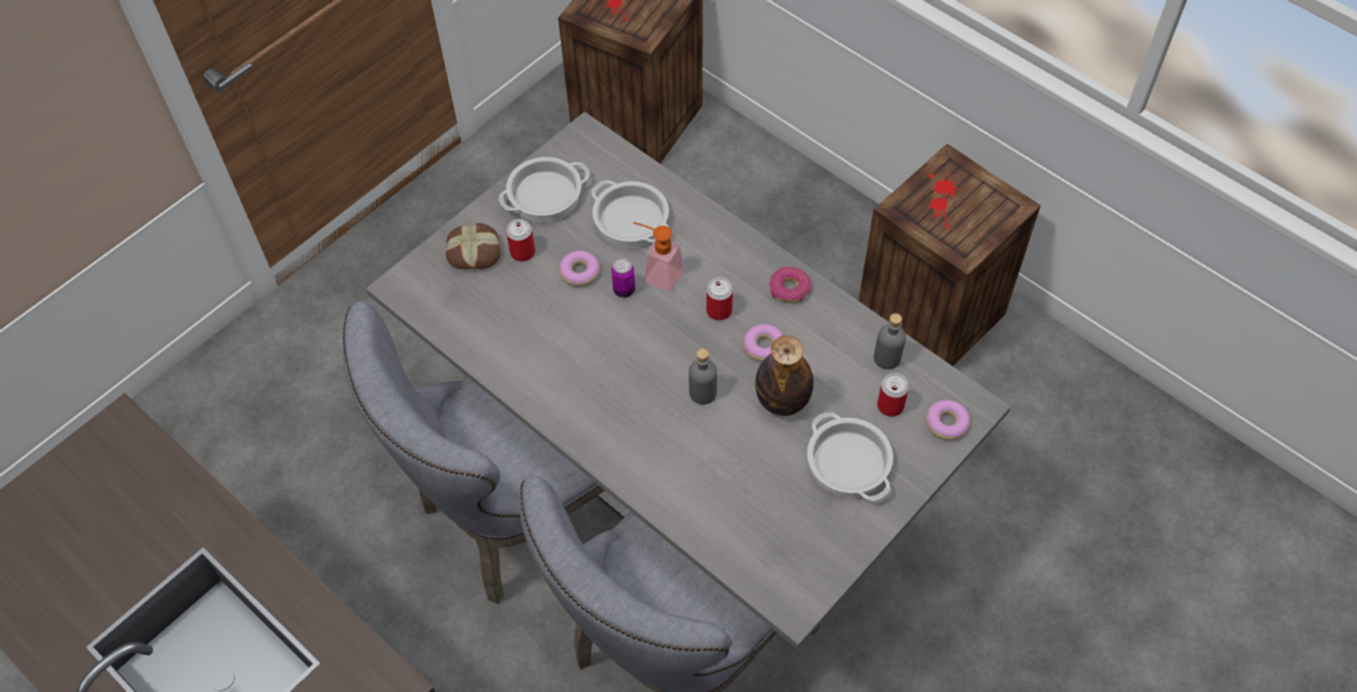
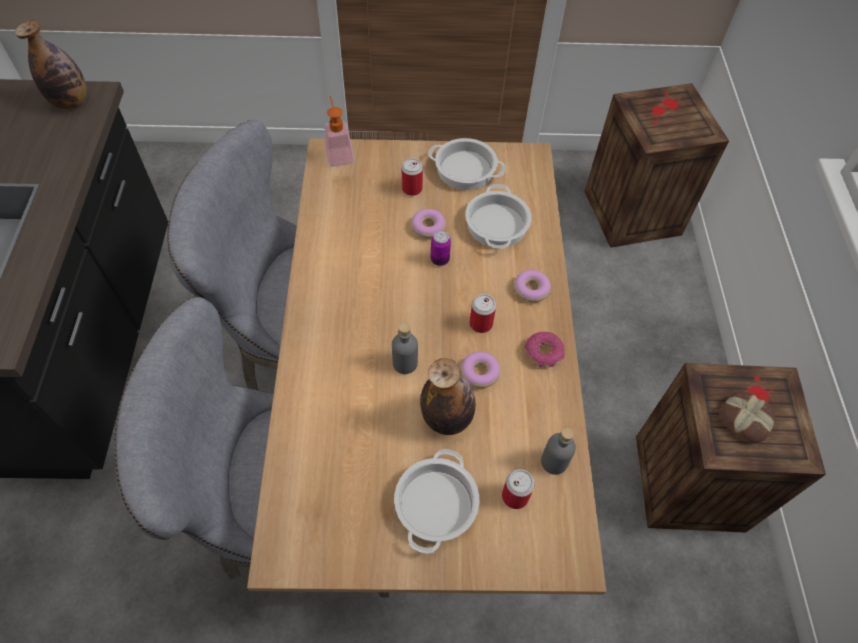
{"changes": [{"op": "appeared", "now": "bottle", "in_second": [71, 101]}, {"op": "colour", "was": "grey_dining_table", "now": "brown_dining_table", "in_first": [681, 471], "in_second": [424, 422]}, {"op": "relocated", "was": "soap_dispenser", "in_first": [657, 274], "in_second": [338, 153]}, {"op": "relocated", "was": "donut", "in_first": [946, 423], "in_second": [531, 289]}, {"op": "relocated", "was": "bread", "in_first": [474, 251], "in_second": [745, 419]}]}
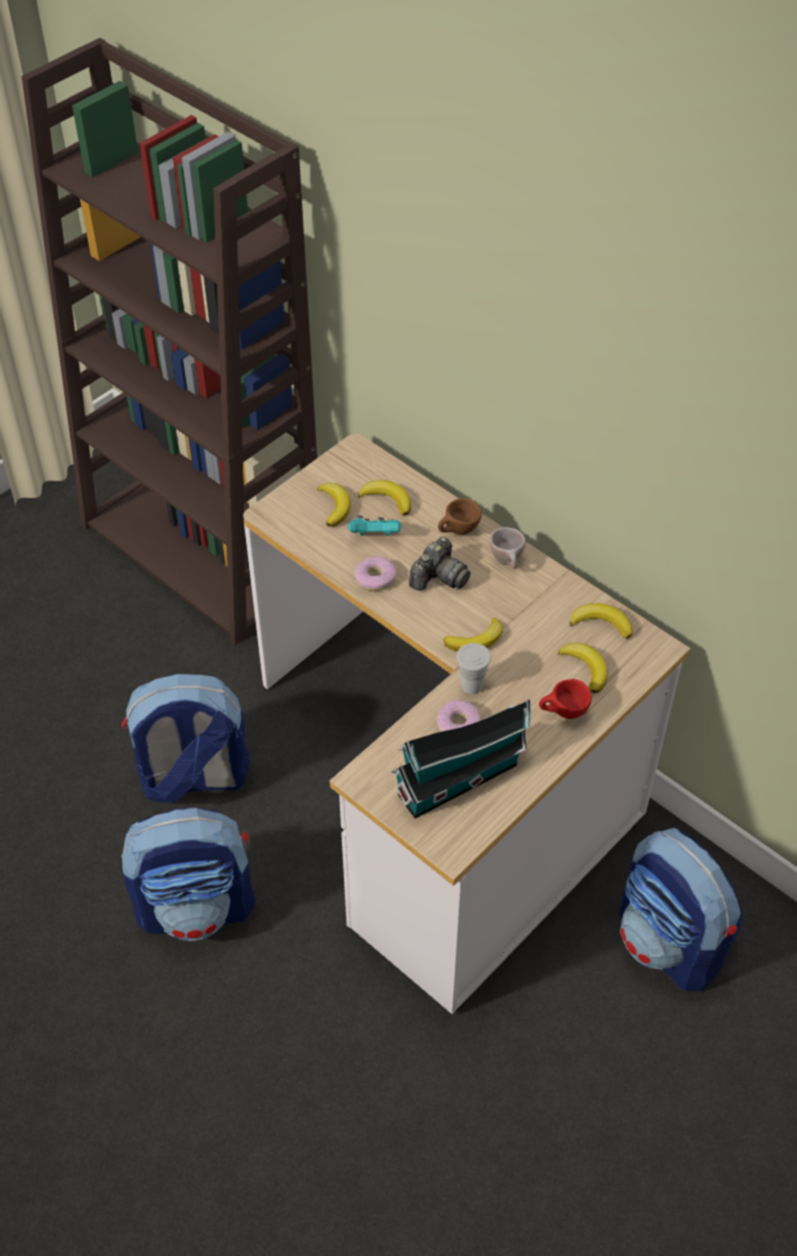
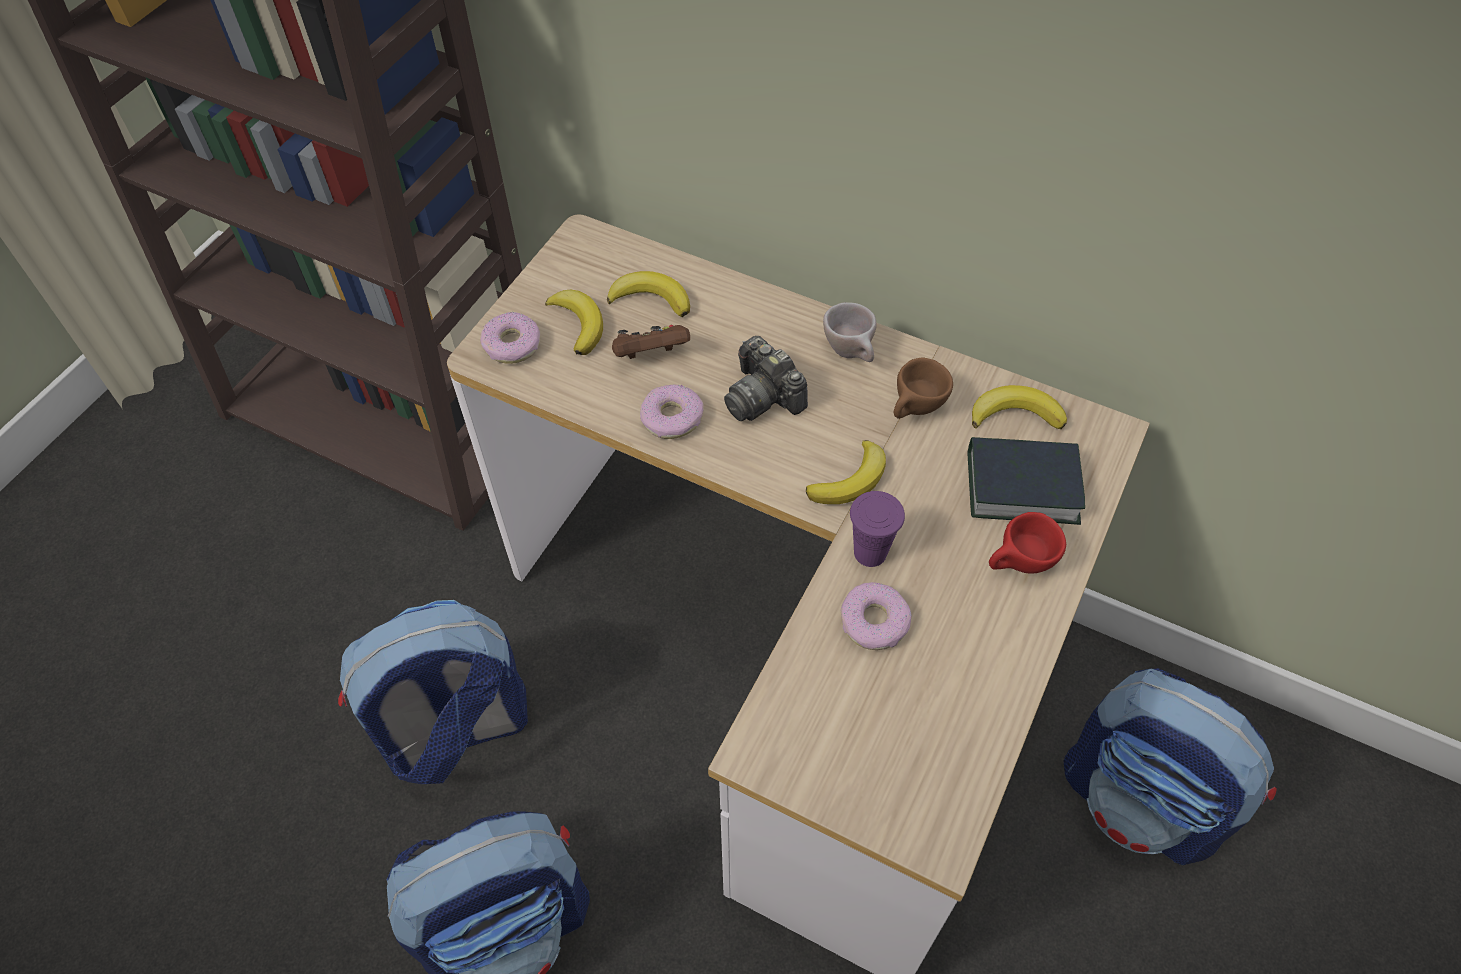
{"changes": [{"op": "appeared", "now": "donut", "in_second": [512, 345]}, {"op": "colour", "was": "turquoise_game_controller", "now": "brown_game_controller", "in_first": [375, 536], "in_second": [650, 355]}, {"op": "spun", "was": "photo_camera", "in_first": [439, 577], "in_second": [763, 396], "clockwise": 120}, {"op": "colour", "was": "white_cup", "now": "purple_cup", "in_first": [472, 685], "in_second": [870, 552]}, {"op": "relocated", "was": "brown_cup", "in_first": [458, 532], "in_second": [915, 411]}, {"op": "exchanged", "was": "banana", "now": "book", "in_first": [586, 668], "in_second": [1021, 487]}, {"op": "missing", "was": "toy_house", "in_first": [462, 778]}]}
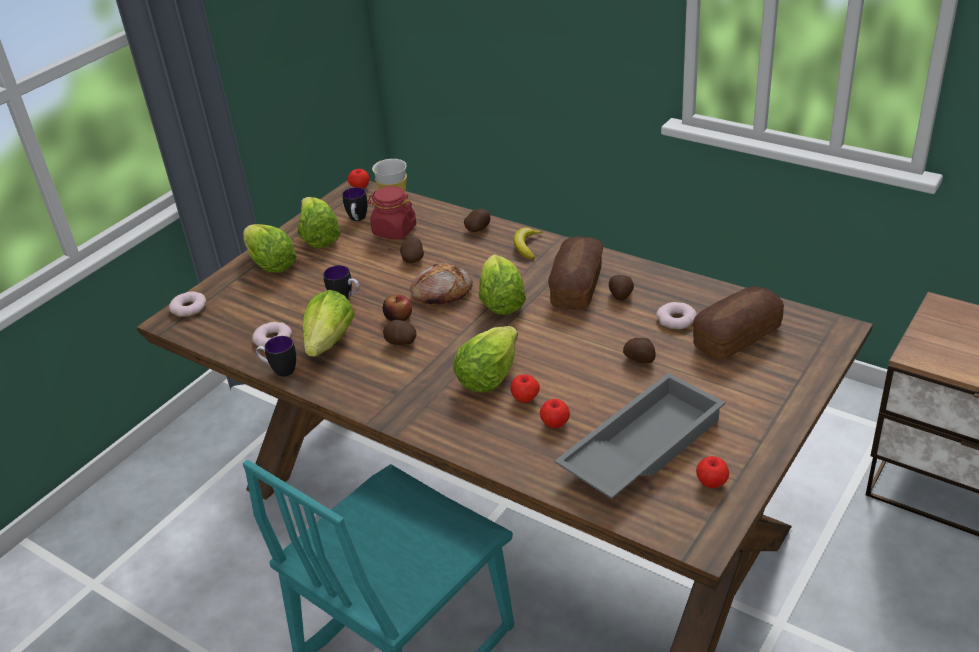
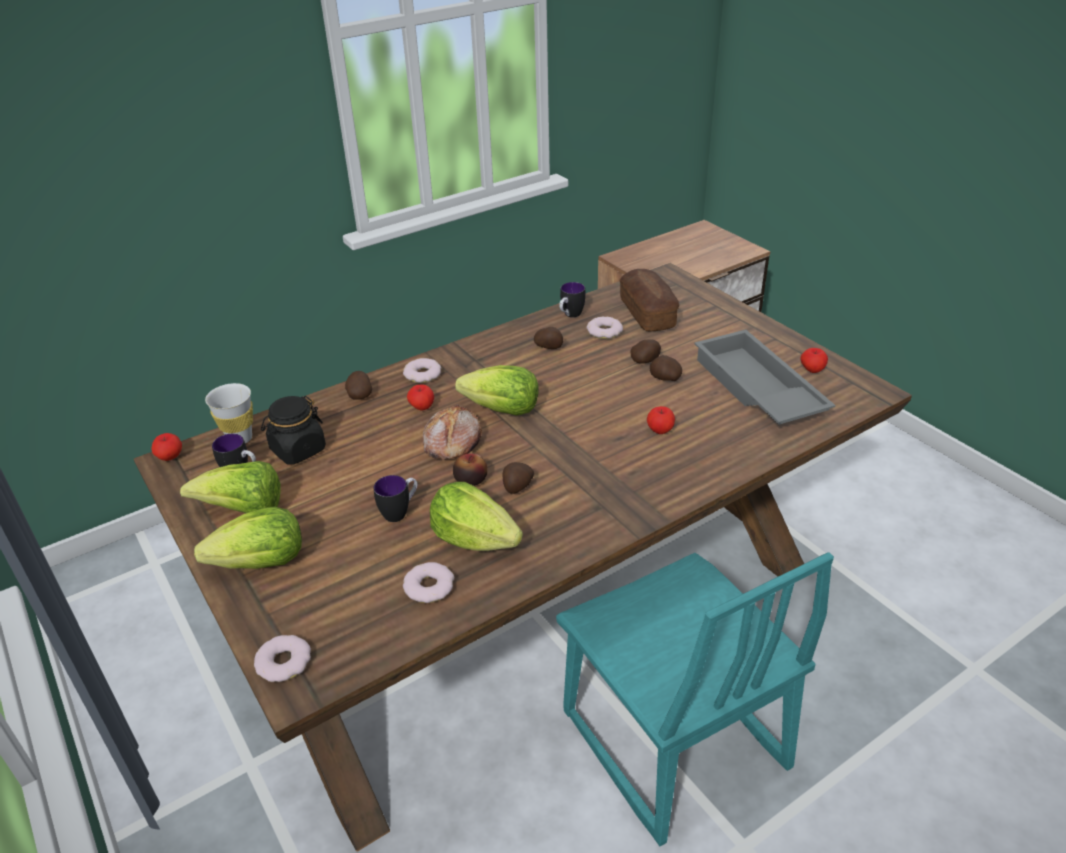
{"changes": [{"op": "colour", "was": "red_jar", "now": "black_jar", "in_first": [394, 230], "in_second": [298, 450]}, {"op": "exchanged", "was": "banana", "now": "donut", "in_first": [527, 246], "in_second": [423, 374]}, {"op": "relocated", "was": "apple", "in_first": [555, 423], "in_second": [422, 407]}, {"op": "relocated", "was": "mug", "in_first": [280, 370], "in_second": [570, 316]}, {"op": "relocated", "was": "potato", "in_first": [413, 259], "in_second": [665, 378]}, {"op": "missing", "was": "lettuce", "in_first": [488, 377]}, {"op": "missing", "was": "bread", "in_first": [576, 287]}]}
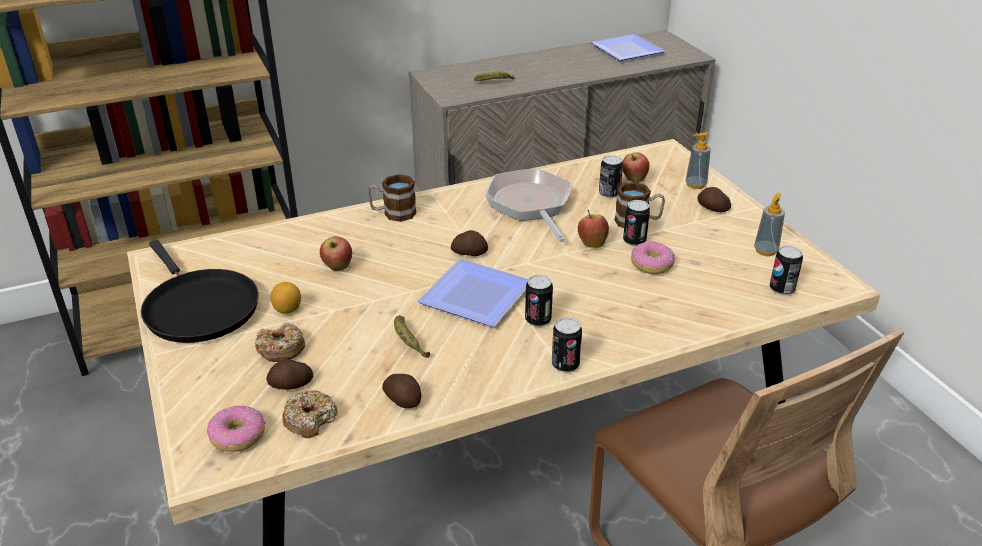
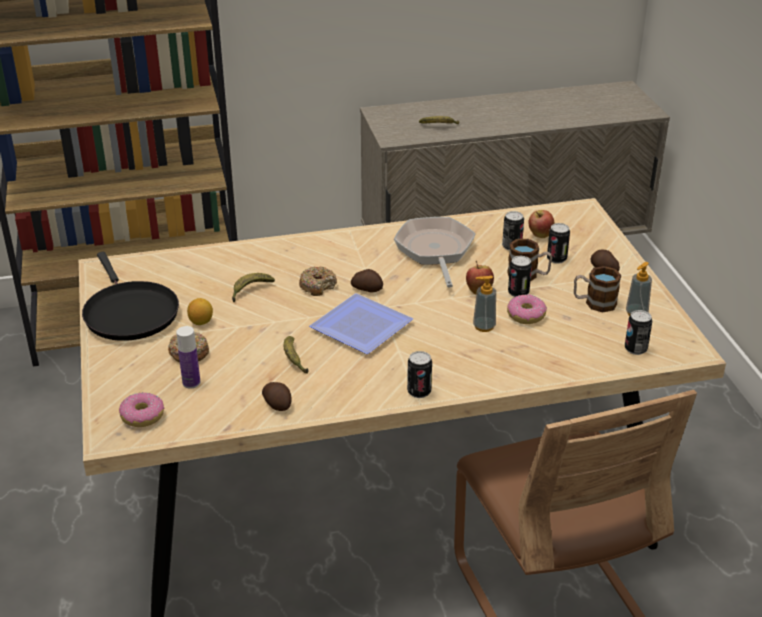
{"changes": [{"op": "exchanged", "was": "potato", "now": "bottle", "in_first": [291, 385], "in_second": [191, 383]}, {"op": "exchanged", "was": "apple", "now": "banana", "in_first": [337, 267], "in_second": [250, 290]}, {"op": "relocated", "was": "donut", "in_first": [310, 420], "in_second": [317, 286]}, {"op": "relocated", "was": "soap_dispenser", "in_first": [695, 184], "in_second": [484, 326]}, {"op": "relocated", "was": "can", "in_first": [538, 320], "in_second": [556, 259]}, {"op": "relocated", "was": "mug", "in_first": [393, 213], "in_second": [594, 303]}, {"op": "missing", "was": "plate", "in_first": [627, 50]}]}
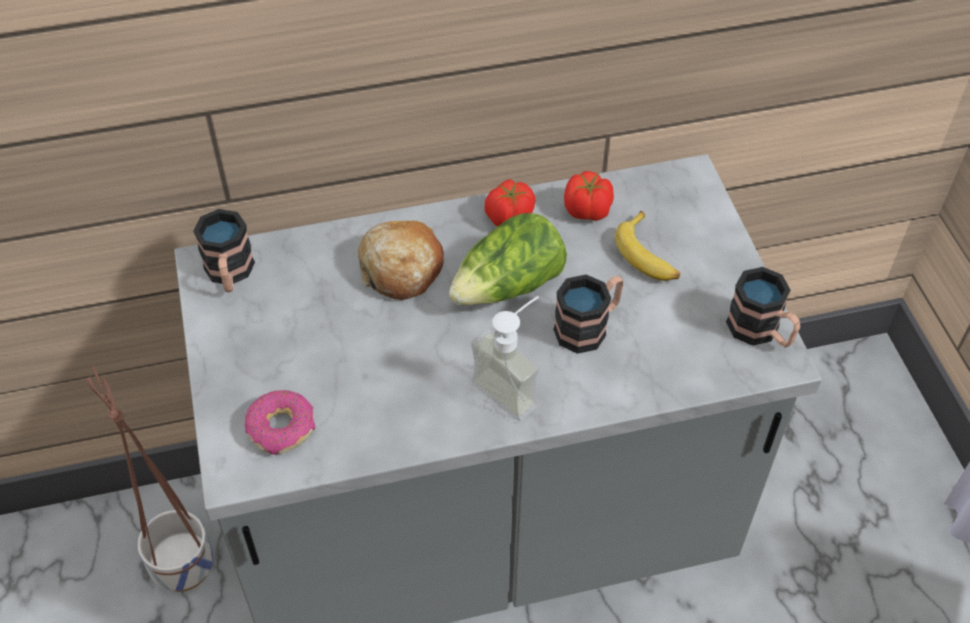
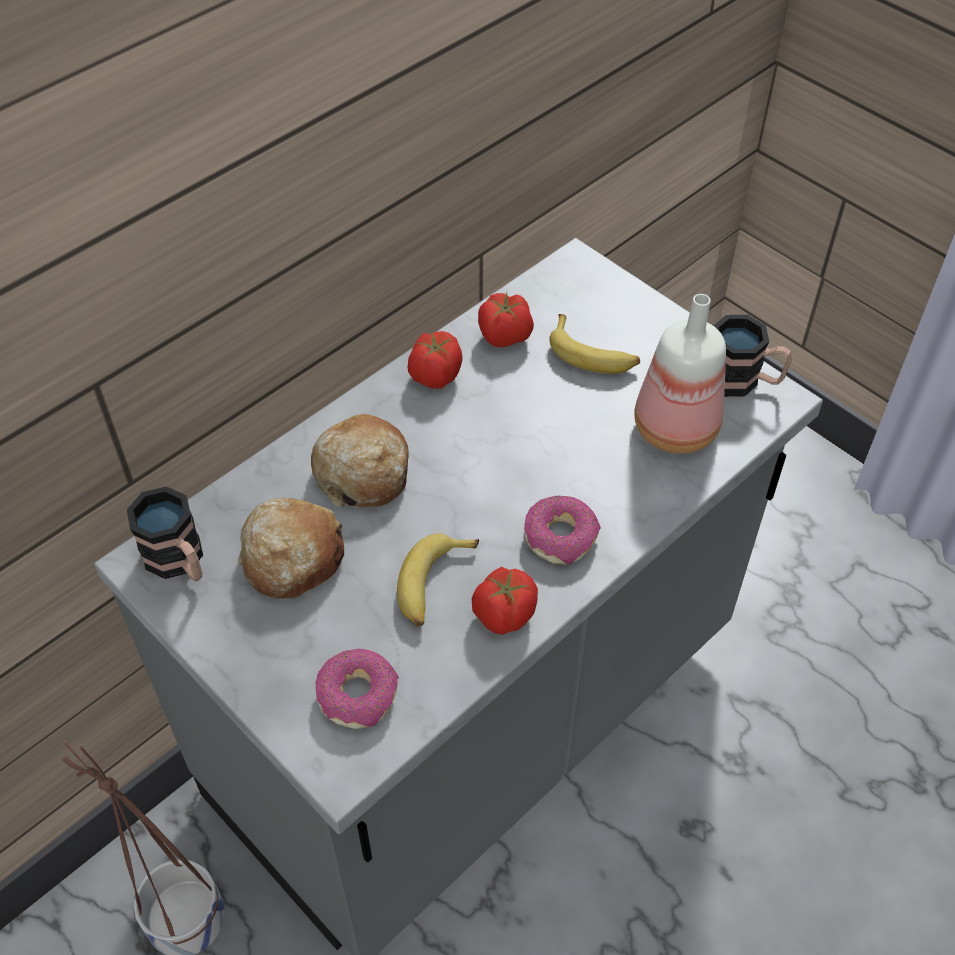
{"changes": [{"op": "appeared", "now": "bread", "in_second": [292, 558]}, {"op": "appeared", "now": "banana", "in_second": [433, 585]}, {"op": "appeared", "now": "tomato", "in_second": [503, 614]}, {"op": "exchanged", "was": "soap_dispenser", "now": "donut", "in_first": [514, 386], "in_second": [560, 537]}, {"op": "appeared", "now": "bottle", "in_second": [672, 428]}, {"op": "missing", "was": "lettuce", "in_first": [509, 286]}, {"op": "missing", "was": "mug", "in_first": [589, 326]}]}
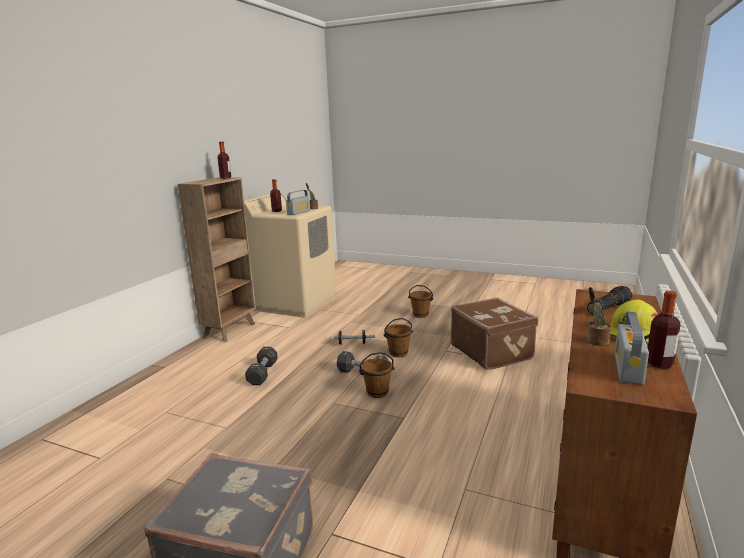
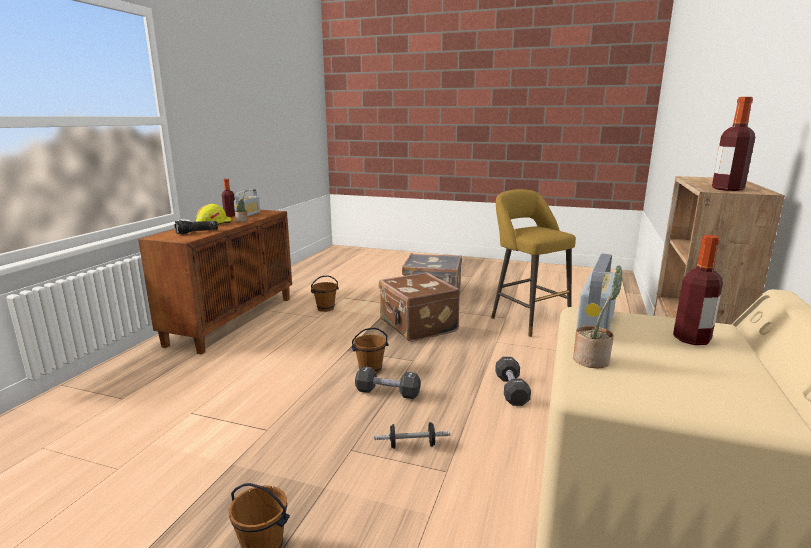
{"changes": [{"op": "relocated", "was": "brown_bucket", "in_first": [398, 353], "in_second": [325, 308]}, {"op": "relocated", "was": "brown_suitcase", "in_first": [492, 352], "in_second": [417, 326]}, {"op": "appeared", "now": "yellow_stool", "in_second": [527, 319]}]}
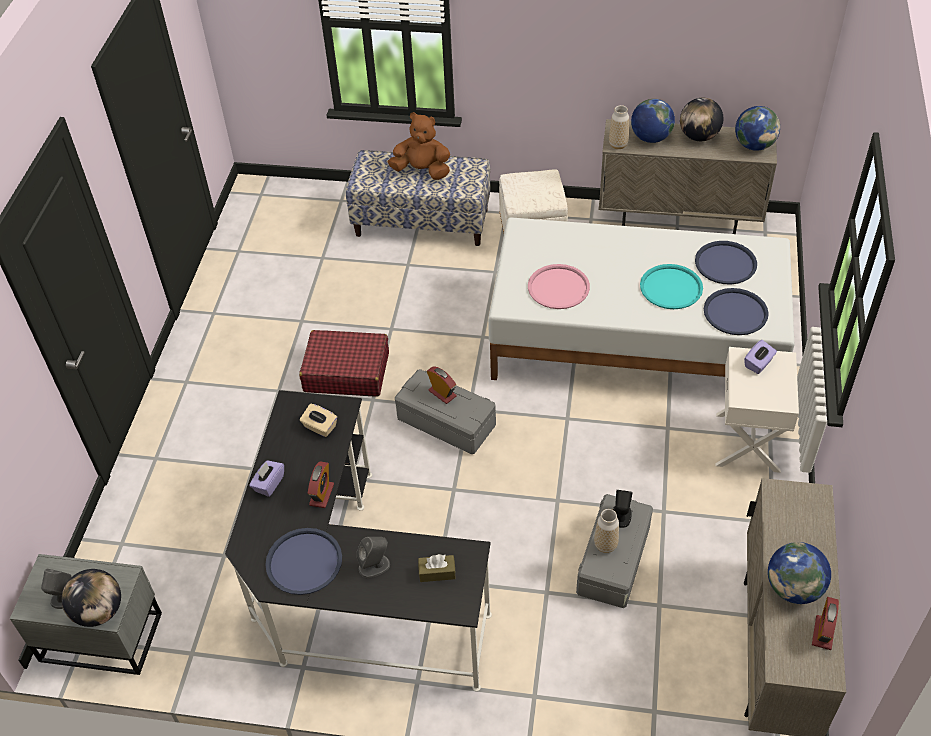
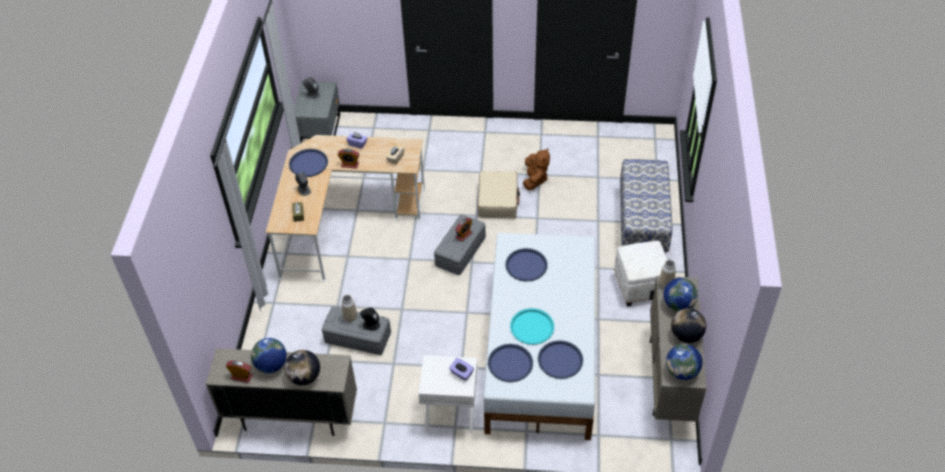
{"changes": [{"op": "colour", "was": "black_desk", "now": "beige_desk", "in_first": [350, 589], "in_second": [342, 220]}, {"op": "relocated", "was": "globe", "in_first": [99, 611], "in_second": [305, 377]}, {"op": "colour", "was": "red_suitcase", "now": "beige_suitcase", "in_first": [346, 372], "in_second": [498, 200]}, {"op": "colour", "was": "pink_tray", "now": "blue_tray", "in_first": [558, 287], "in_second": [526, 265]}, {"op": "relocated", "was": "brown_plush_toy", "in_first": [422, 171], "in_second": [535, 179]}]}
